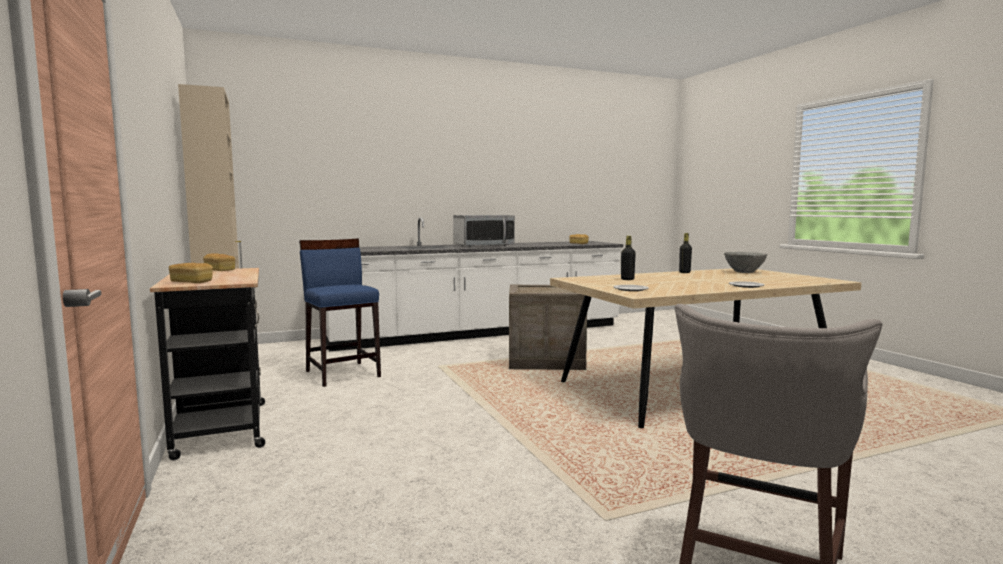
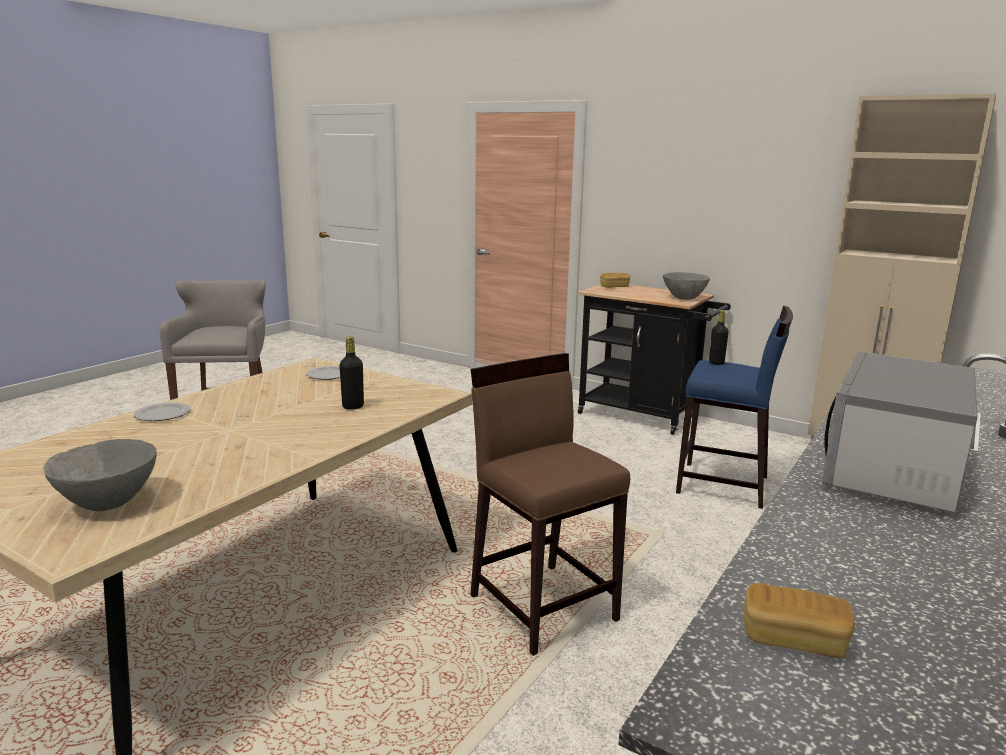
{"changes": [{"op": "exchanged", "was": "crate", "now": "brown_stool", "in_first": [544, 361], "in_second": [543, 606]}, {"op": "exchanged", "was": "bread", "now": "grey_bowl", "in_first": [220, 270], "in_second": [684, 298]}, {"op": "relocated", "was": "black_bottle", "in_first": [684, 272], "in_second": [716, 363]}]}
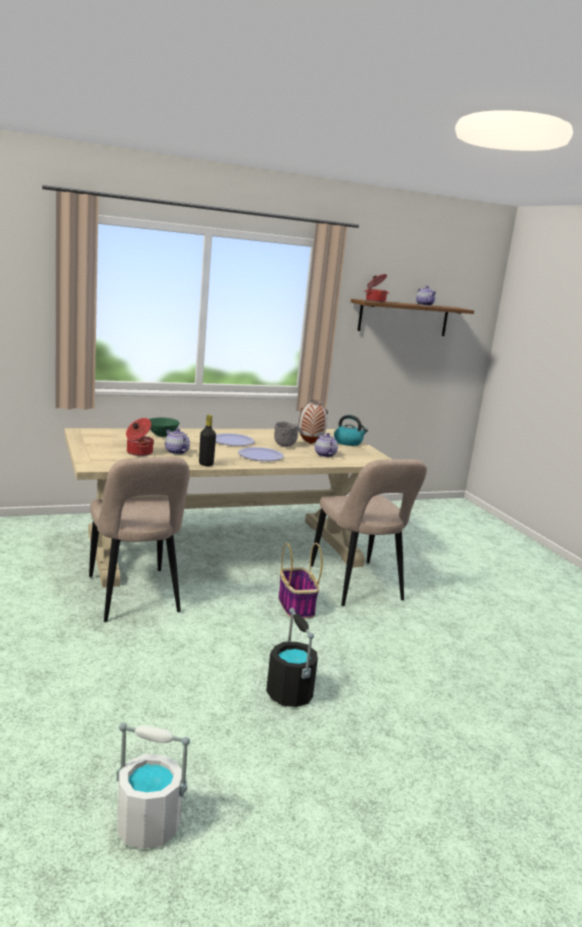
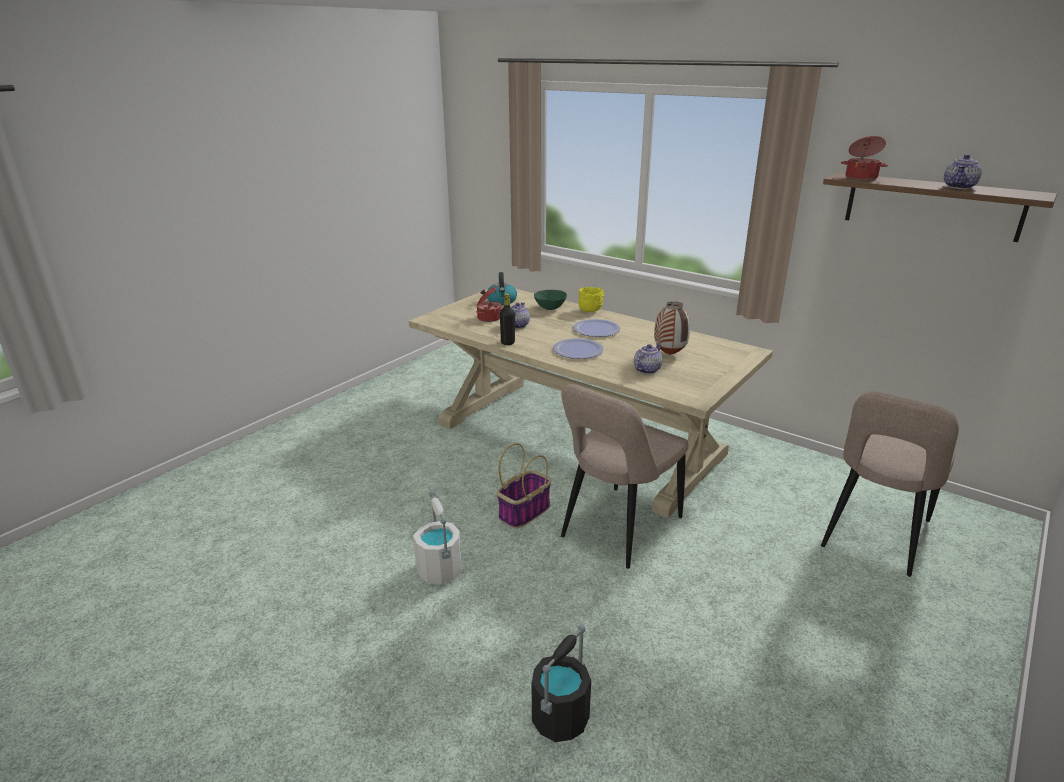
{"changes": [{"op": "relocated", "was": "white_bucket", "in_first": [148, 826], "in_second": [440, 570]}, {"op": "relocated", "was": "kettle", "in_first": [348, 442], "in_second": [502, 301]}, {"op": "relocated", "was": "black_bucket", "in_first": [290, 694], "in_second": [559, 718]}, {"op": "appeared", "now": "yellow_bowl", "in_second": [589, 311]}, {"op": "relocated", "was": "beige_chair", "in_first": [134, 597], "in_second": [873, 536]}, {"op": "missing", "was": "grey_bowl", "in_first": [285, 445]}]}
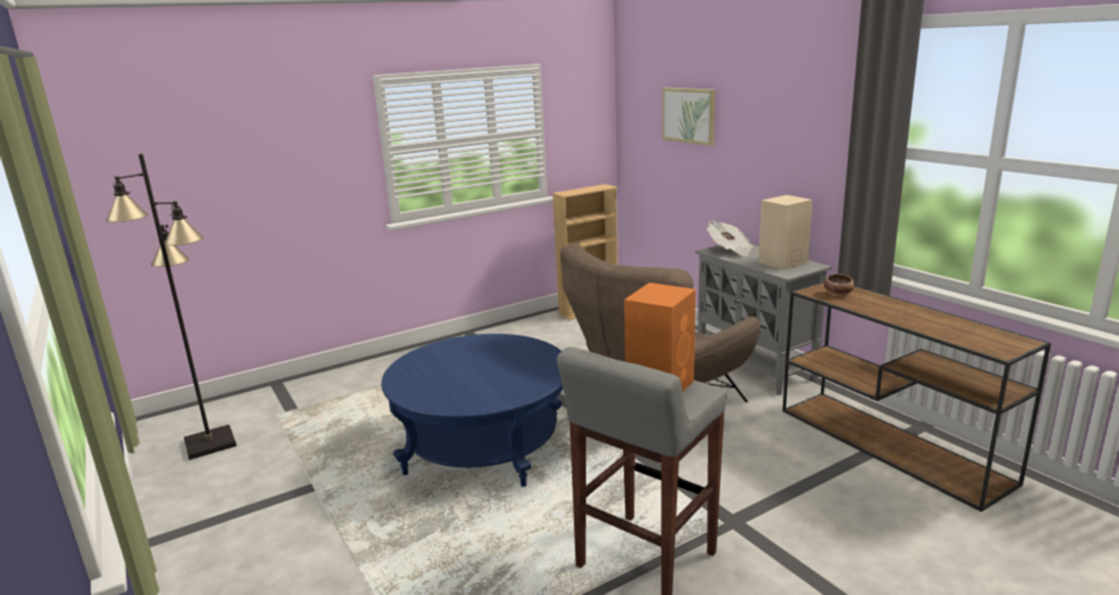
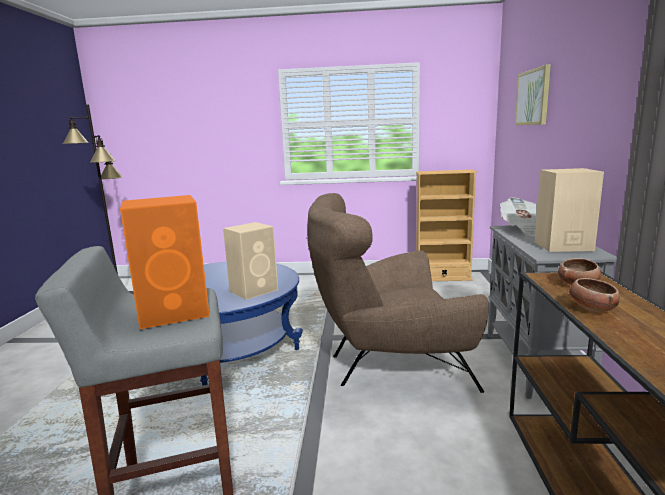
{"changes": [{"op": "appeared", "now": "beige_speaker", "in_second": [254, 290]}, {"op": "appeared", "now": "bowl", "in_second": [591, 308]}]}
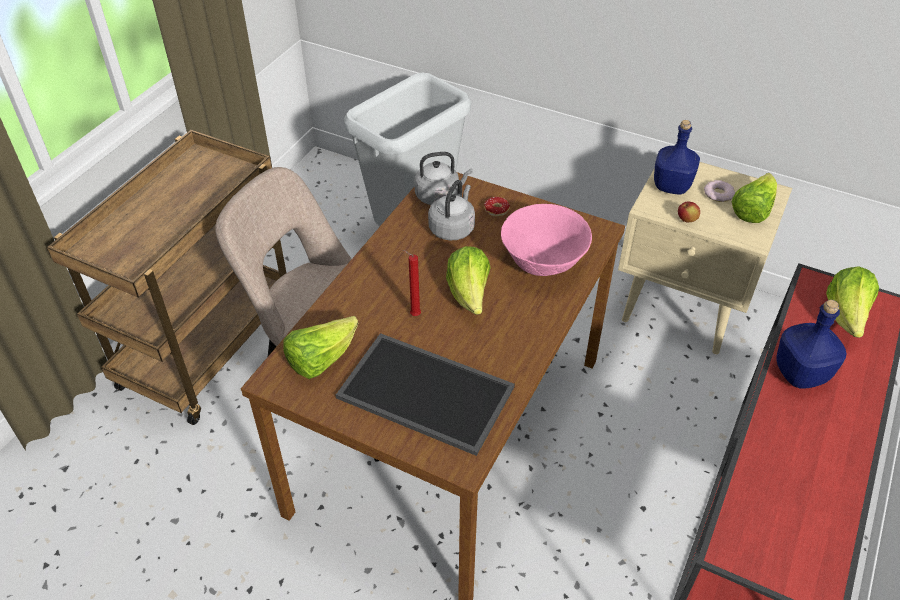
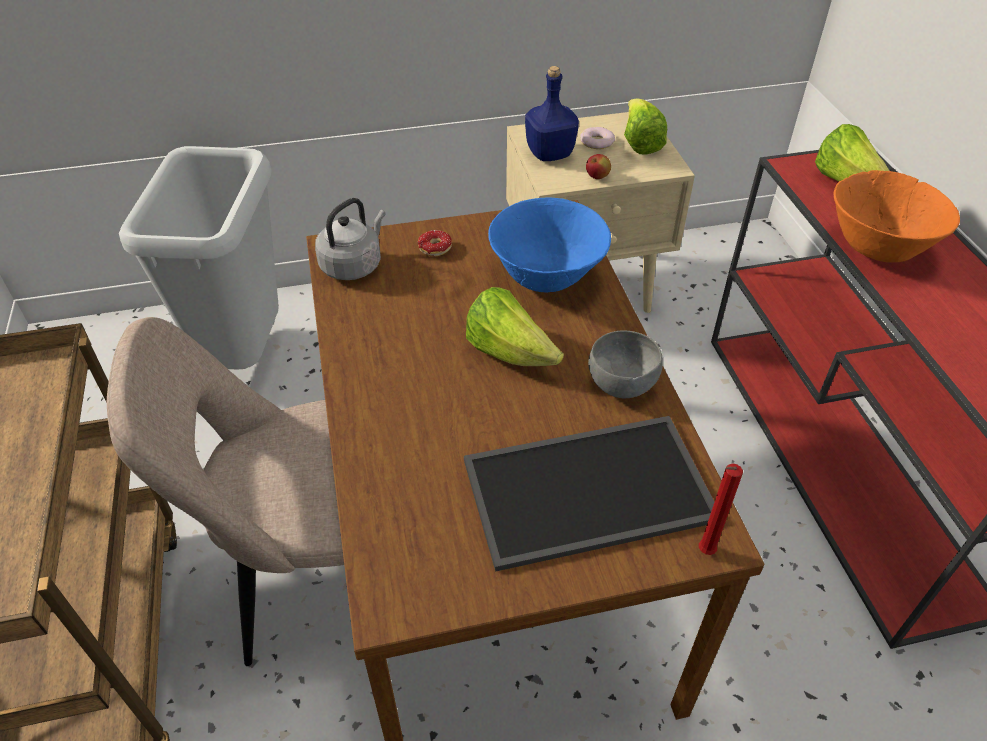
{"changes": [{"op": "colour", "was": "pink_bowl", "now": "blue_bowl", "in_first": [543, 264], "in_second": [547, 277]}, {"op": "appeared", "now": "grey_bowl", "in_second": [621, 384]}, {"op": "relocated", "was": "red_candle", "in_first": [413, 315], "in_second": [704, 552]}, {"op": "exchanged", "was": "blue_bottle", "now": "orange_bowl", "in_first": [799, 373], "in_second": [876, 248]}, {"op": "missing", "was": "lettuce", "in_first": [321, 360]}, {"op": "missing", "was": "grey_kettle", "in_first": [452, 228]}]}
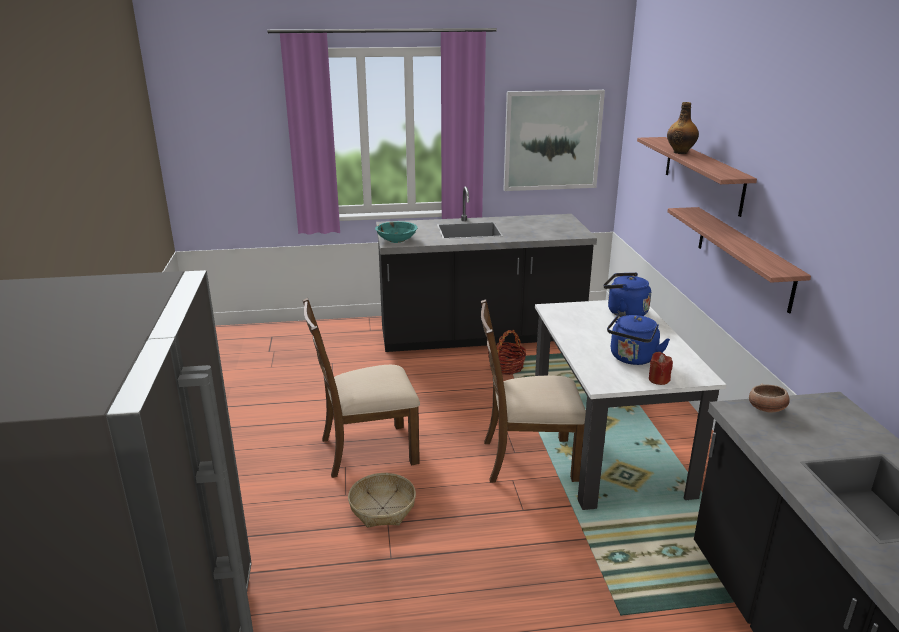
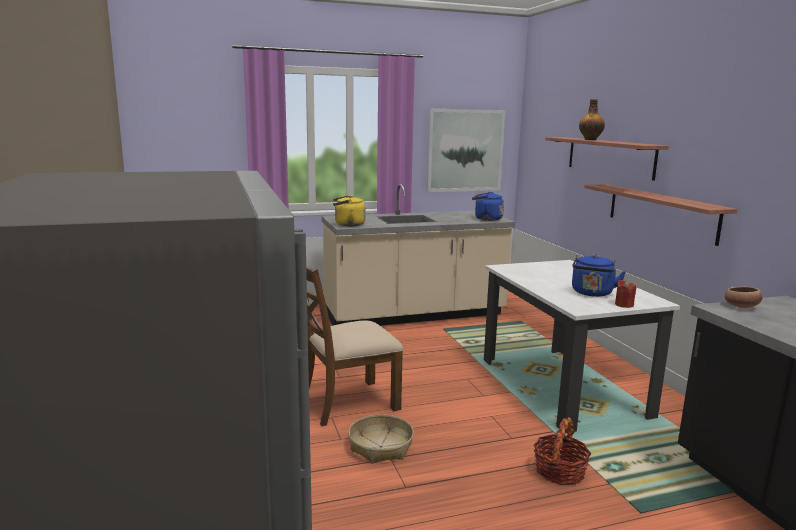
{"changes": [{"op": "colour", "was": "black_counter", "now": "beige_counter", "in_first": [480, 335], "in_second": [414, 315]}, {"op": "exchanged", "was": "turquoise_bowl", "now": "yellow_kettle", "in_first": [396, 240], "in_second": [347, 225]}, {"op": "relocated", "was": "blue_kettle", "in_first": [624, 312], "in_second": [486, 219]}, {"op": "relocated", "was": "basket", "in_first": [506, 367], "in_second": [559, 471]}, {"op": "missing", "was": "brown_chair", "in_first": [528, 460]}]}
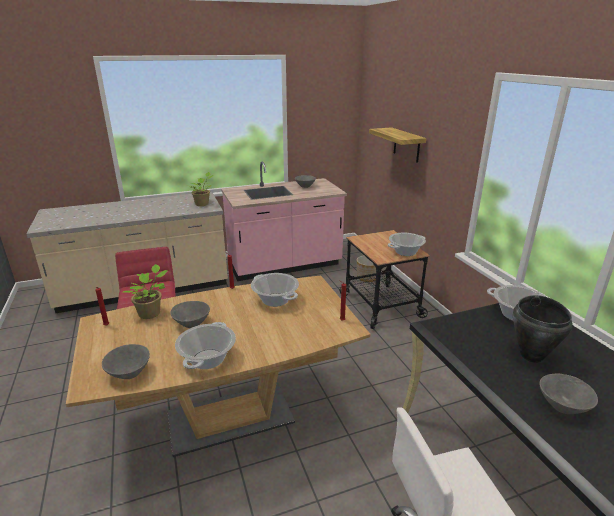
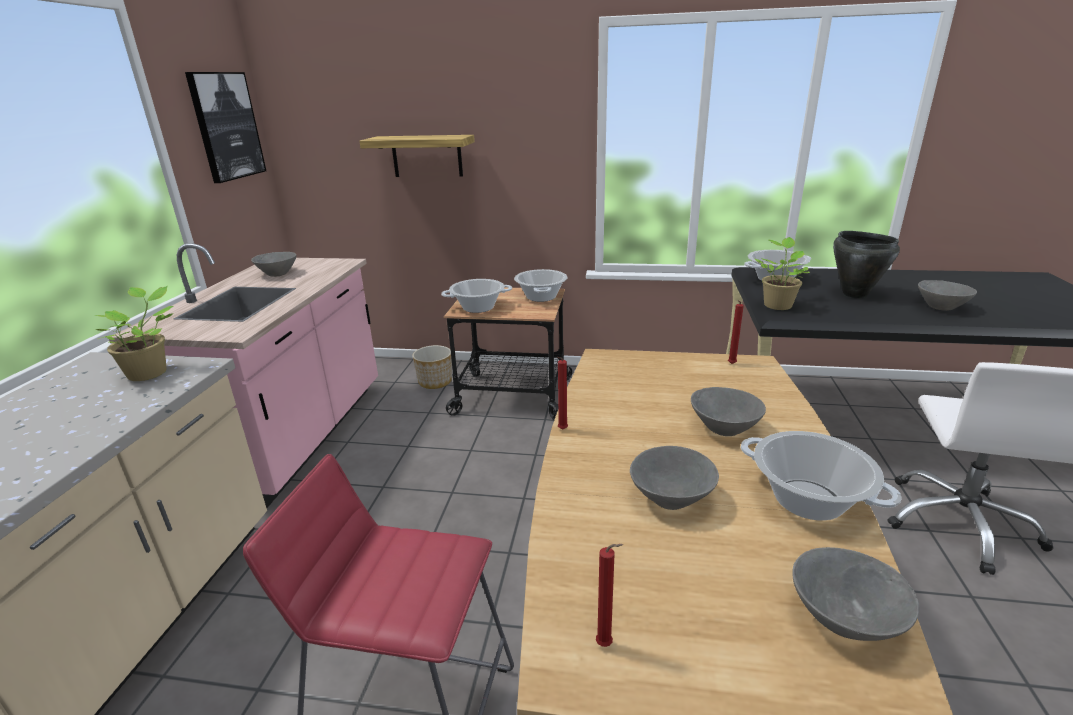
{"changes": [{"op": "appeared", "now": "picture", "in_second": [226, 126]}, {"op": "relocated", "was": "cooking_pot", "in_first": [275, 300], "in_second": [478, 307]}, {"op": "appeared", "now": "grey_bowl", "in_second": [723, 428]}, {"op": "relocated", "was": "potted_plant", "in_first": [151, 313], "in_second": [777, 305]}]}
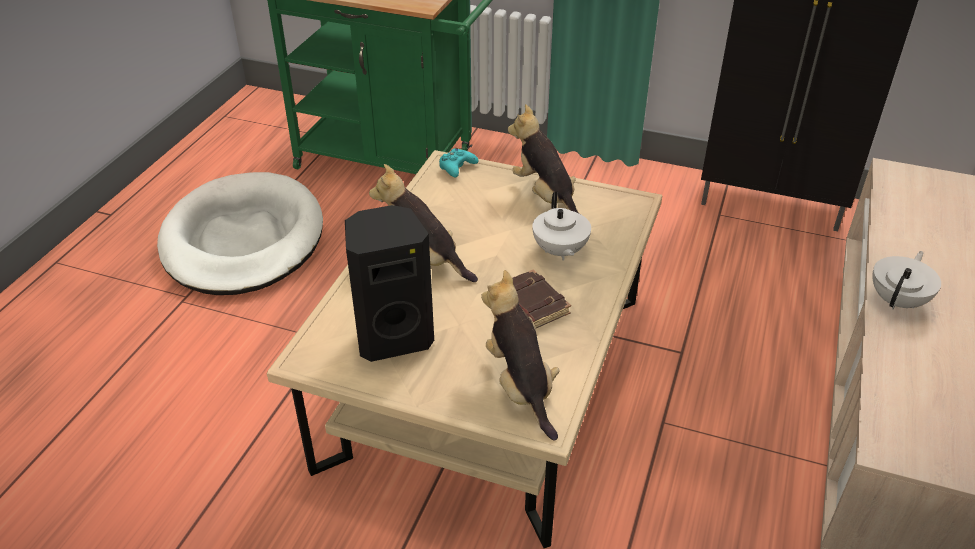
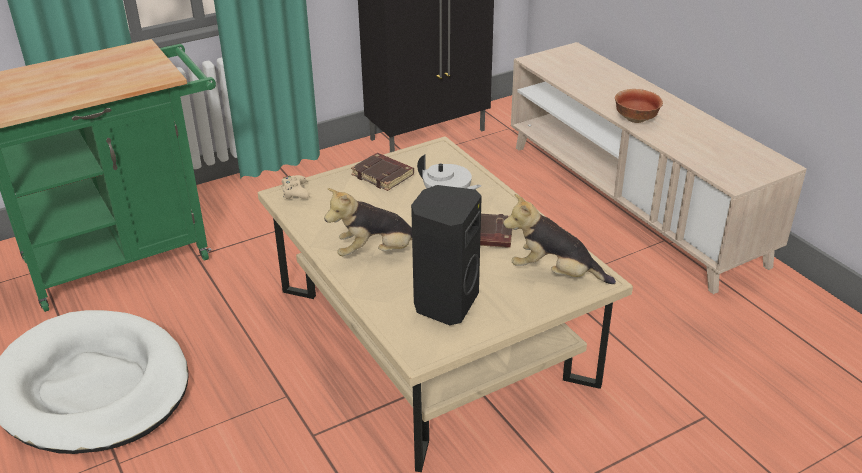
{"changes": [{"op": "colour", "was": "turquoise_game_controller", "now": "beige_game_controller", "in_first": [457, 167], "in_second": [295, 192]}, {"op": "exchanged", "was": "plush_toy", "now": "brown_book", "in_first": [546, 197], "in_second": [384, 175]}, {"op": "exchanged", "was": "white_teapot", "now": "bowl", "in_first": [898, 301], "in_second": [636, 119]}]}
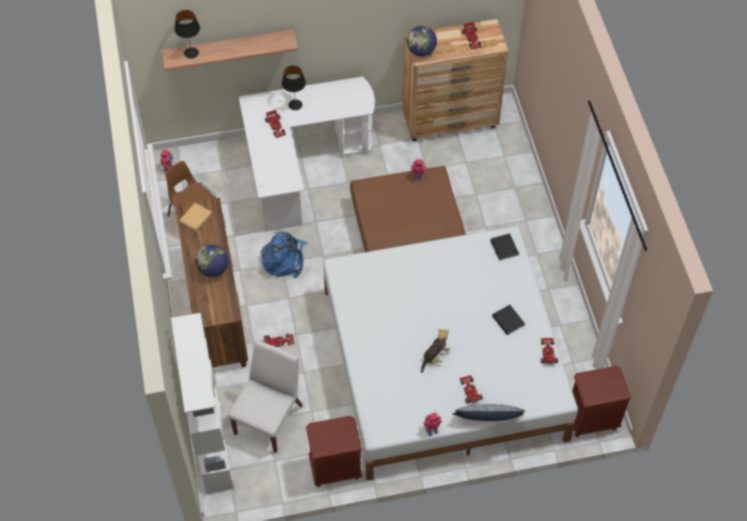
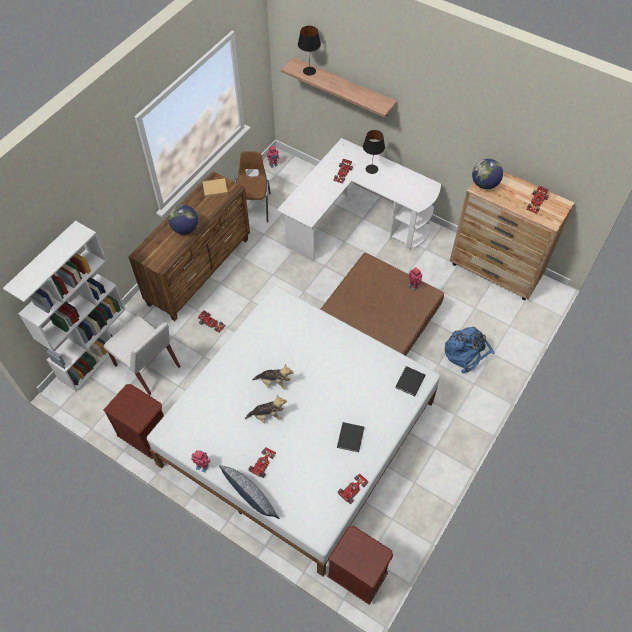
{"changes": [{"op": "spun", "was": "white_chair", "in_first": [269, 419], "in_second": [148, 366], "clockwise": 60}, {"op": "appeared", "now": "plush_toy", "in_second": [274, 382]}, {"op": "relocated", "was": "blue_backpack", "in_first": [284, 259], "in_second": [466, 353]}]}
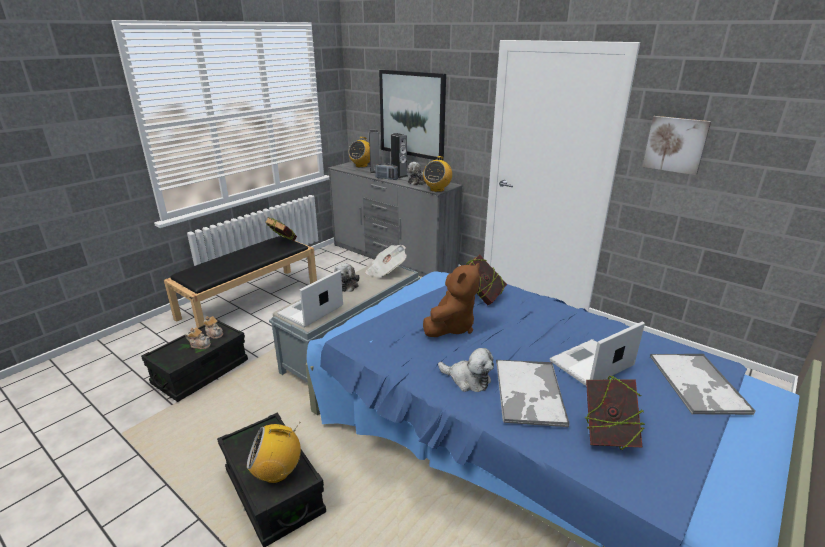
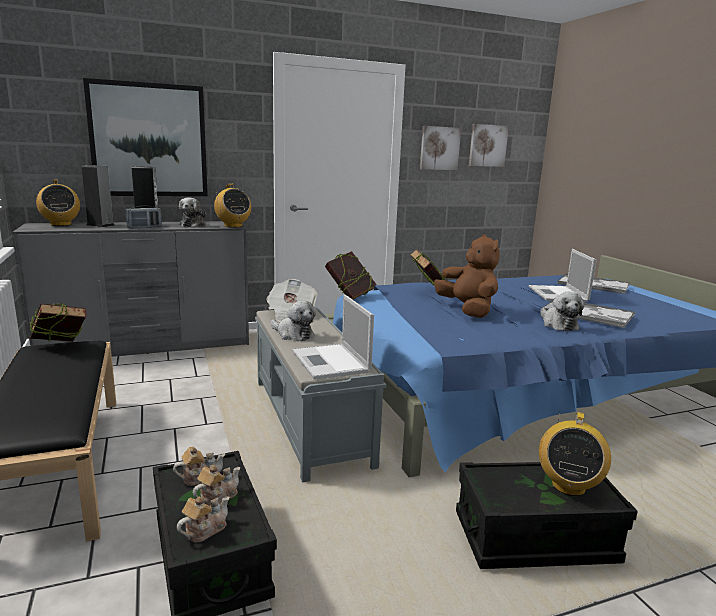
{"changes": [{"op": "appeared", "now": "teapot", "in_second": [204, 530]}, {"op": "relocated", "was": "book", "in_first": [607, 436], "in_second": [350, 296]}, {"op": "appeared", "now": "picture", "in_second": [487, 145]}, {"op": "spun", "was": "plush_toy", "in_first": [467, 380], "in_second": [558, 324], "clockwise": 105}]}
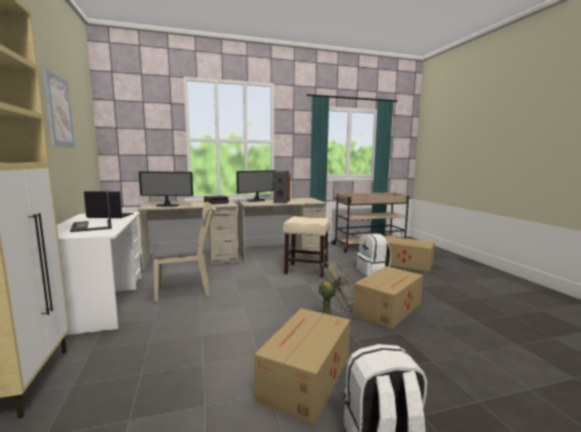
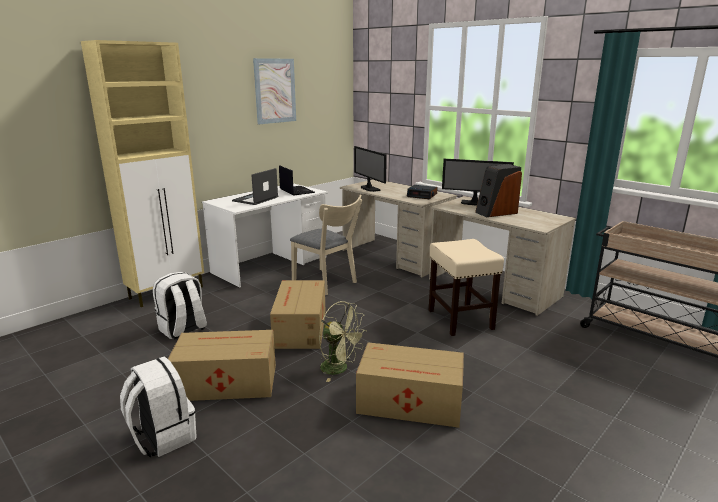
{"changes": [{"op": "relocated", "was": "white_backpack", "in_first": [372, 271], "in_second": [183, 329]}, {"op": "relocated", "was": "cardboard_box", "in_first": [406, 263], "in_second": [300, 329]}]}
